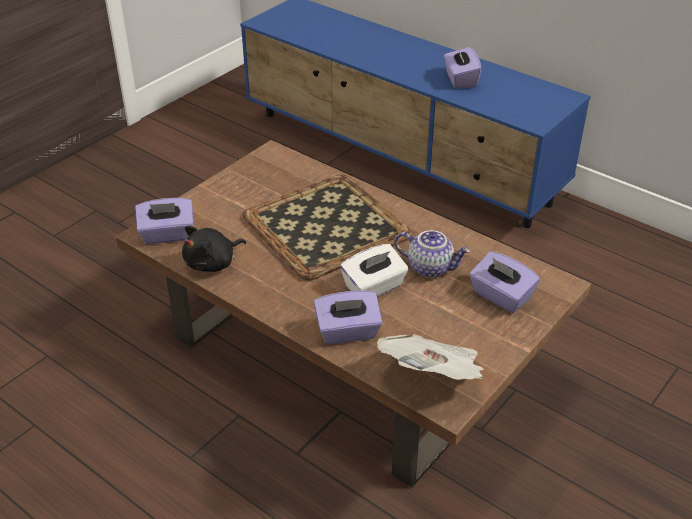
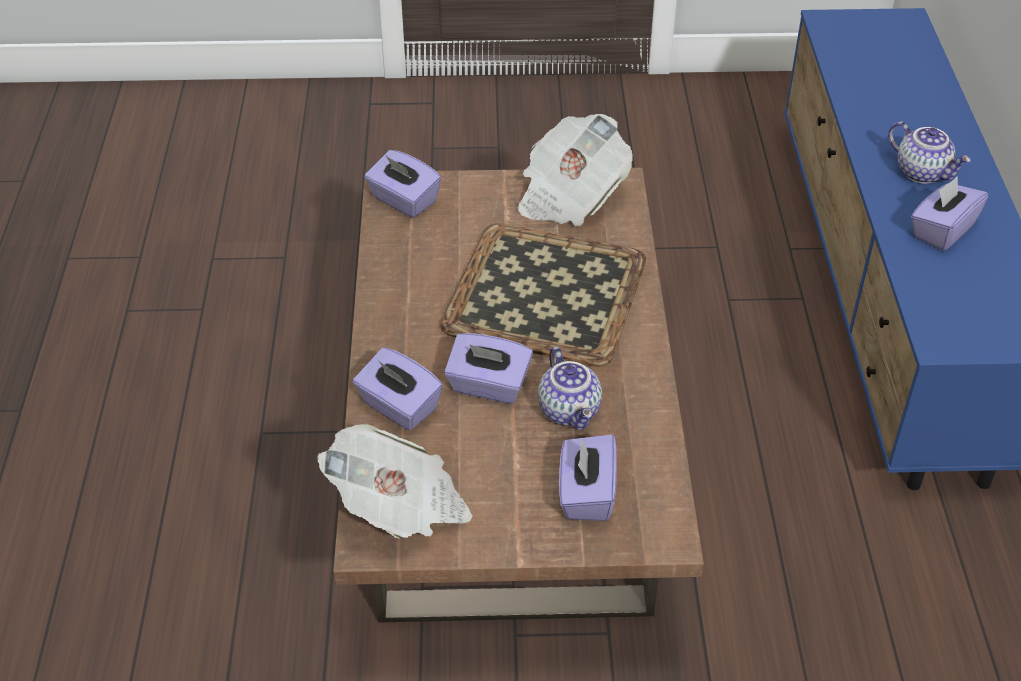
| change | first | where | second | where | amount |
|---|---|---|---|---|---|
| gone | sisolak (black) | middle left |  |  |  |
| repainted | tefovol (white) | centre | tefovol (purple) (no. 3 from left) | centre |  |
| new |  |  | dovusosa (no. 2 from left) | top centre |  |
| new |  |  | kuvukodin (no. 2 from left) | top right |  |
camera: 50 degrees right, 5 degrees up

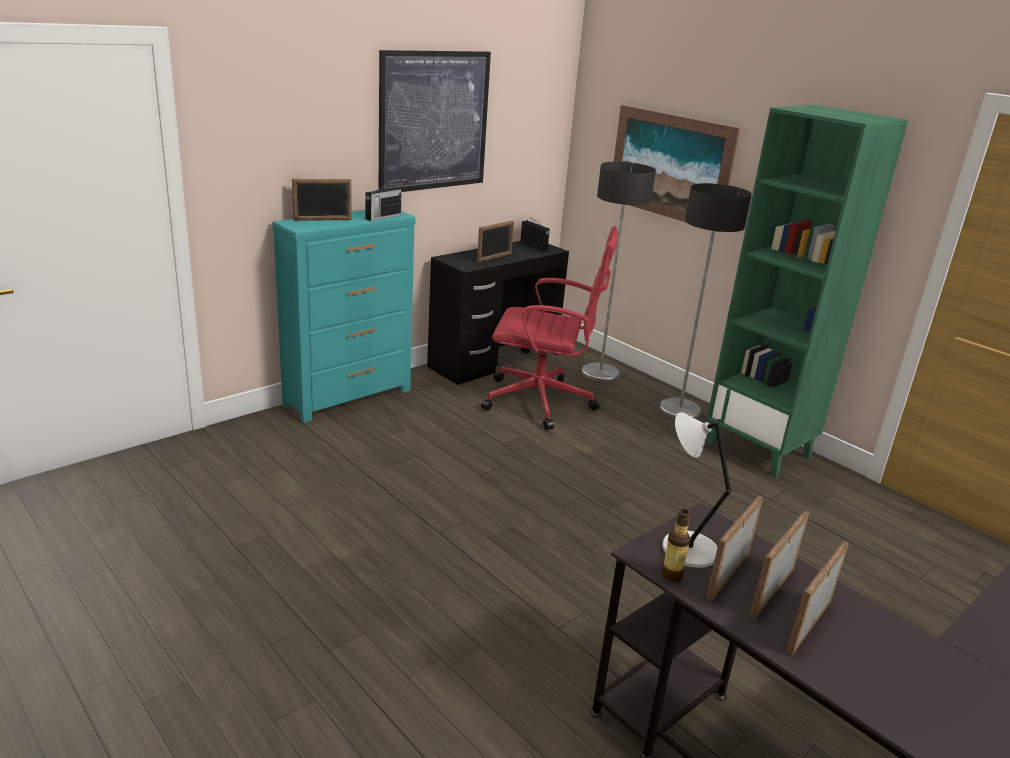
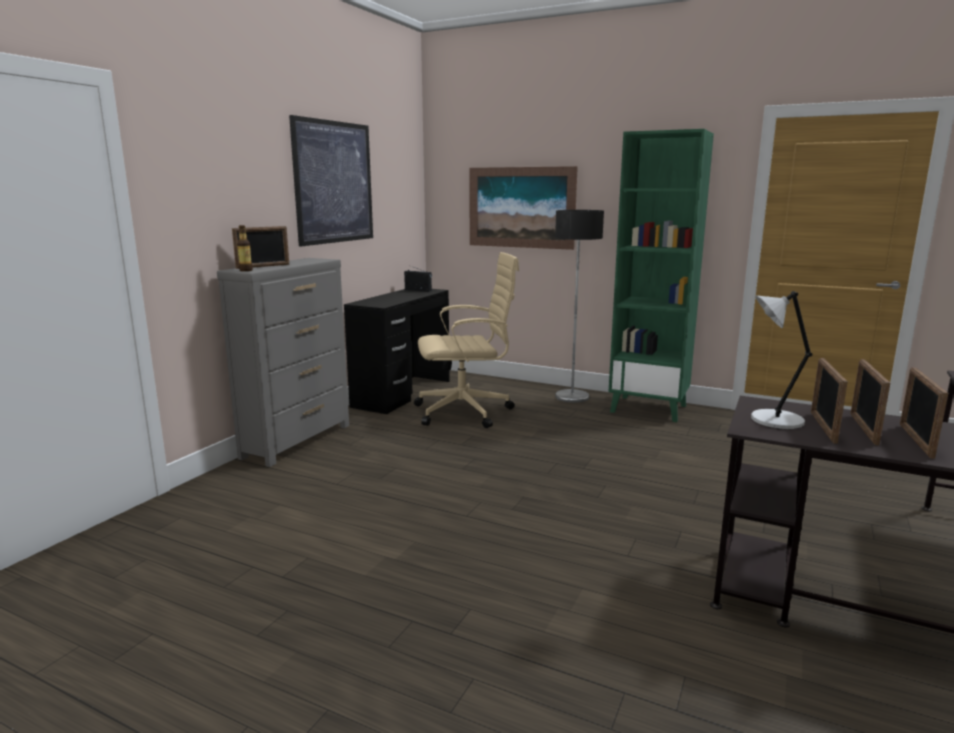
| change | first | where | second | where | amount |
|---|---|---|---|---|---|
| repainted | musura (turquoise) | centre | musura (grey) | middle left |  |
| gone | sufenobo (no. 1 from left) | top centre |  |  |  |
| gone | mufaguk (no. 2 from left) | top centre |  |  |  |
| repainted | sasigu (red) | centre | sasigu (beige) | centre |  |
| gone | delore (no. 1 from left) | centre |  |  |  |
| shifted | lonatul | bottom right |  | middle left |  |
camera: 20 degrees left, 10 degrees down

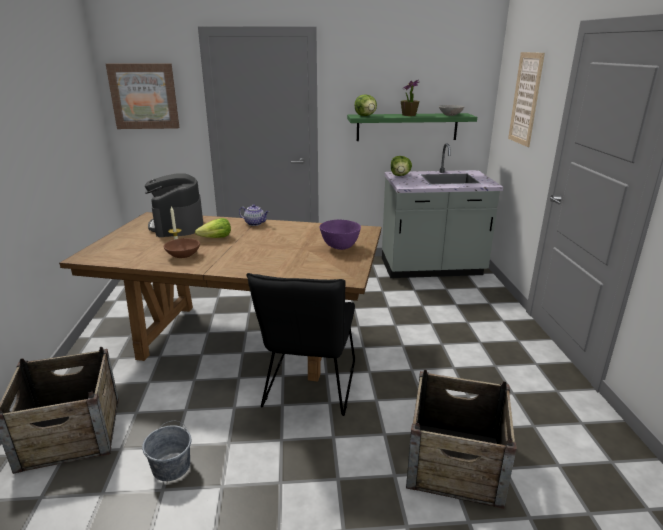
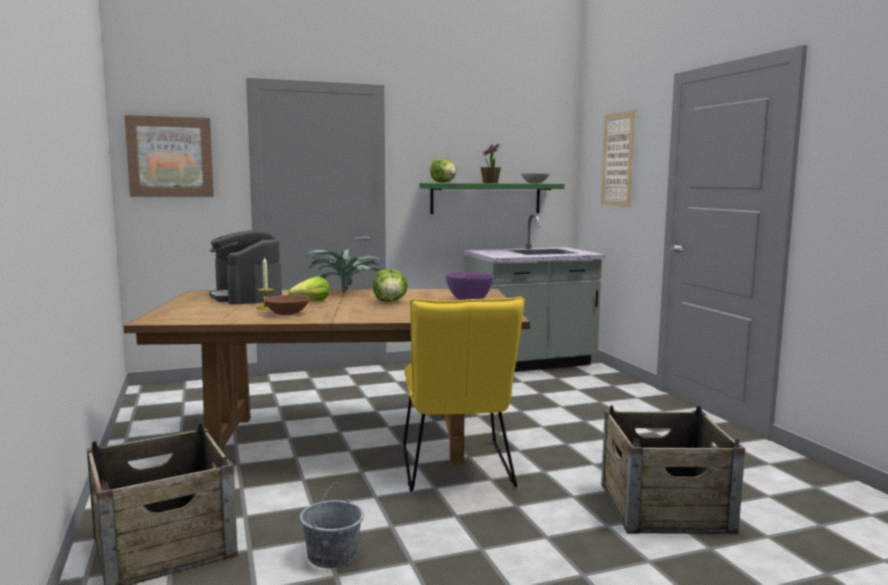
| change | first | where | second | where | amount |
|---|---|---|---|---|---|
| swapped | kuvukodin | centre | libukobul (no. 1 from left) | centre |  |
| repainted | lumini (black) | centre | lumini (yellow) | bottom centre |  |
| shifted | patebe (no. 3 from left in the first image) | top centre | patebe (no. 2 from left) | centre |  |
camera: 15 degrees left, 15 degrees down

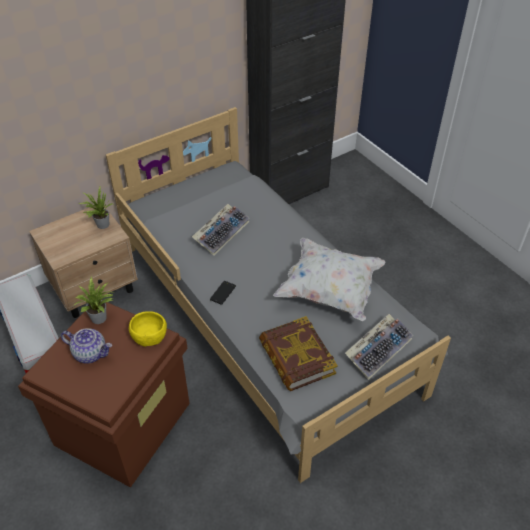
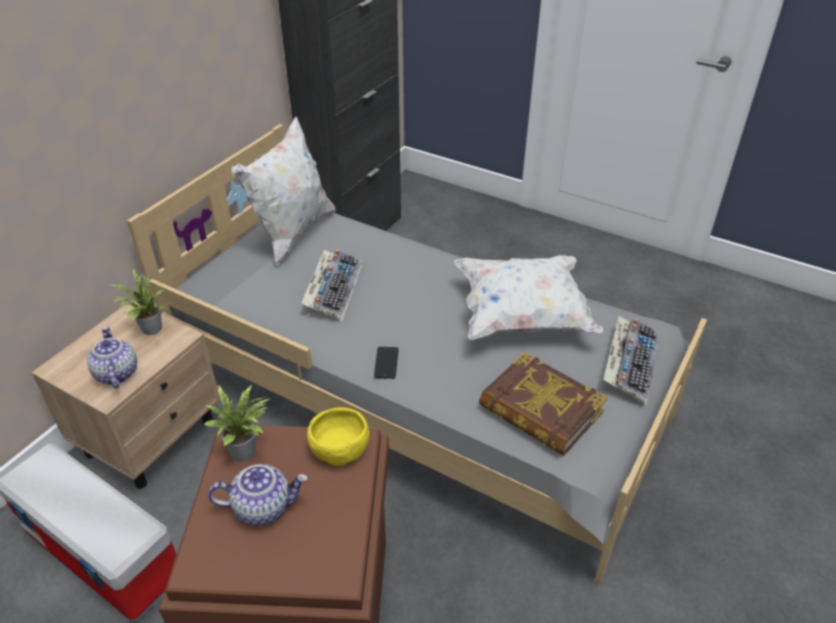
| change | first | where | second | where | amount |
|---|---|---|---|---|---|
| new |  |  | kuvukodin (no. 1 from left) | middle left |  |
| new |  |  | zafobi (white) (no. 1 from left) | top centre |  |
camera: 25 degrees left, 5 degrees down

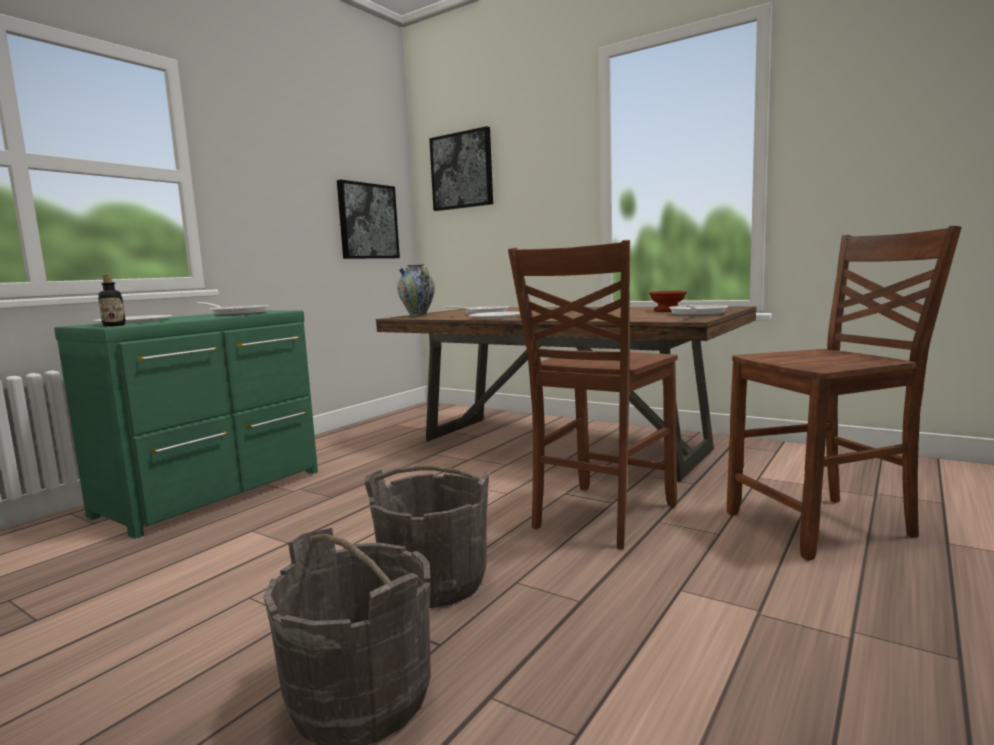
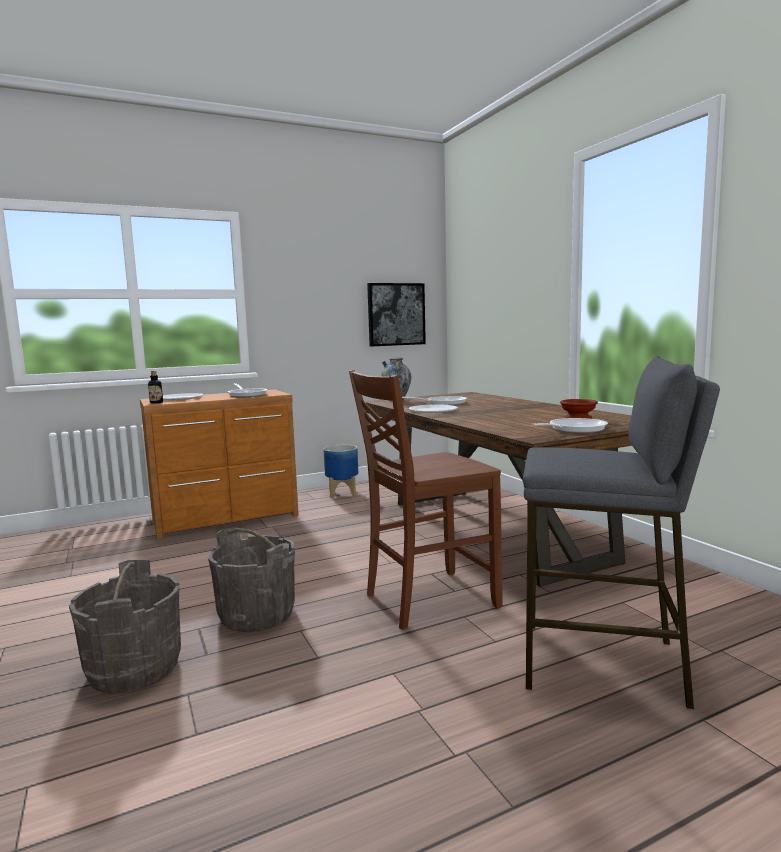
| change | first | where | second | where | amount |
|---|---|---|---|---|---|
| repainted | musura (green) | middle left | musura (brown) | middle left |  |
| gone | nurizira (no. 2 from left) | top centre |  |  |  |
| swapped | lumini (brown) (no. 2 from left) | middle right | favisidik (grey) | middle right |  |
| new |  |  | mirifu | centre |  |
camera: 30 degrees right, 0 degrees up

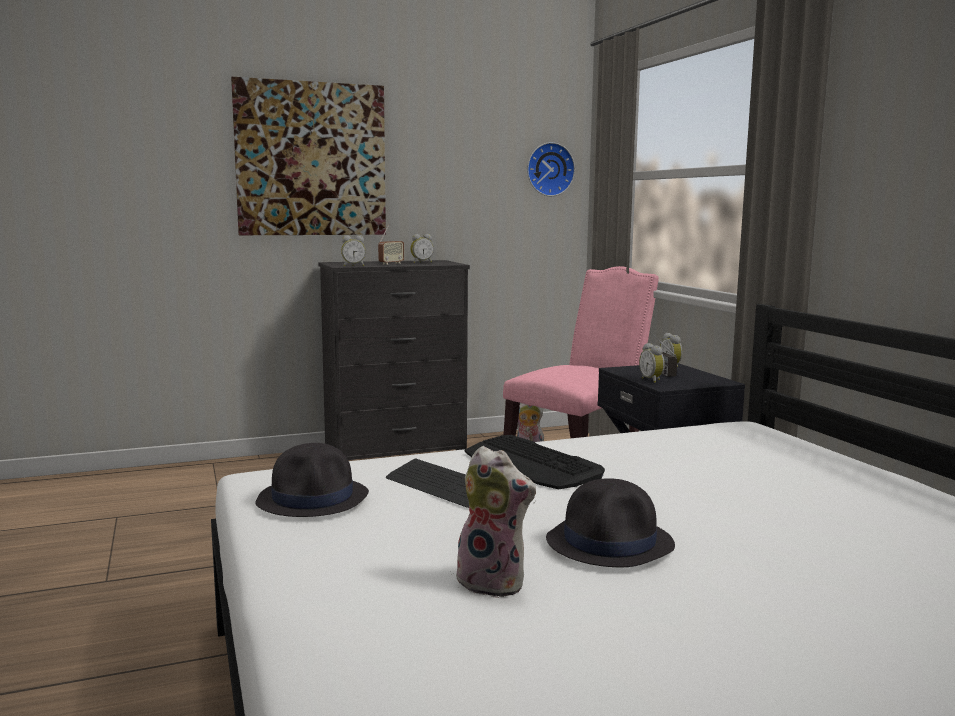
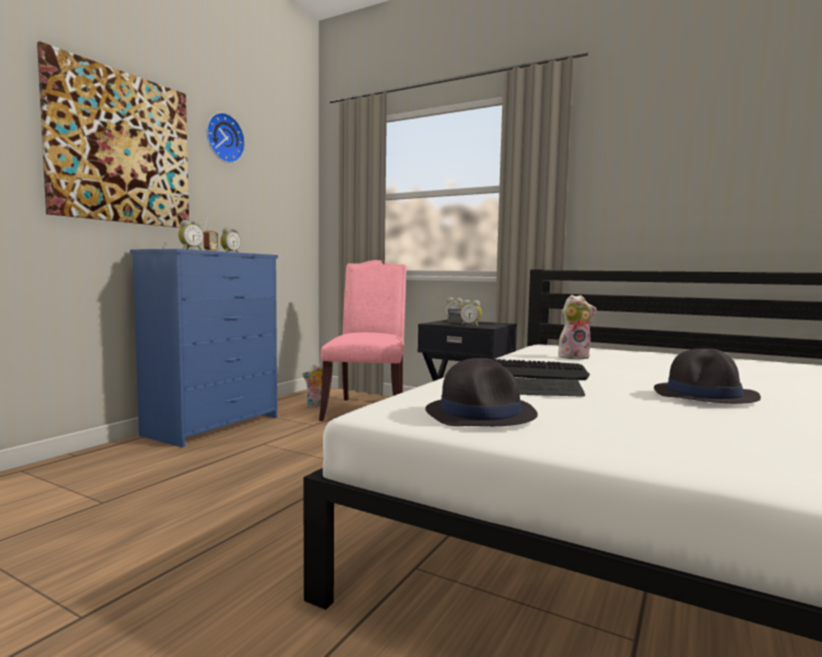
| change | first | where | second | where | amount |
|---|---|---|---|---|---|
| repainted | musura (black) | centre | musura (blue) | middle left |  |
| shifted | sisolak (no. 1 from left in the first image) | bottom centre | sisolak (no. 2 from left) | middle right |  |
| shifted | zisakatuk | top centre |  | top left |  |
camera: 40 degrees left, 5 degrees down

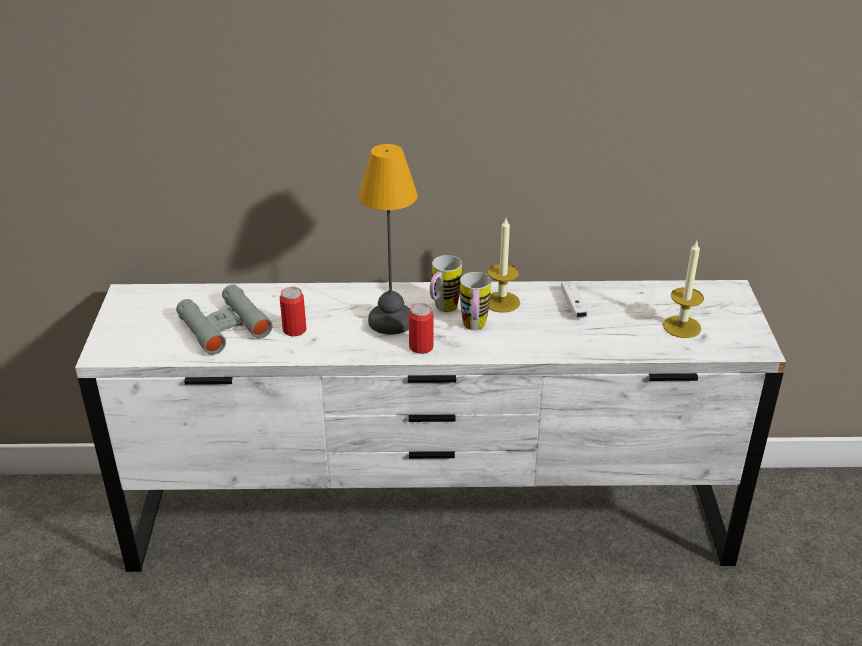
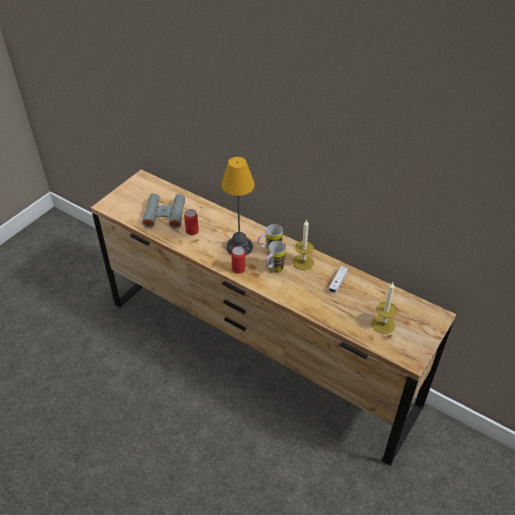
| change | first | where | second | where | amount |
|---|---|---|---|---|---|
| repainted | musura (white) | centre | musura (brown) | centre |  |
camera: 35 degrees right, 10 degrees up

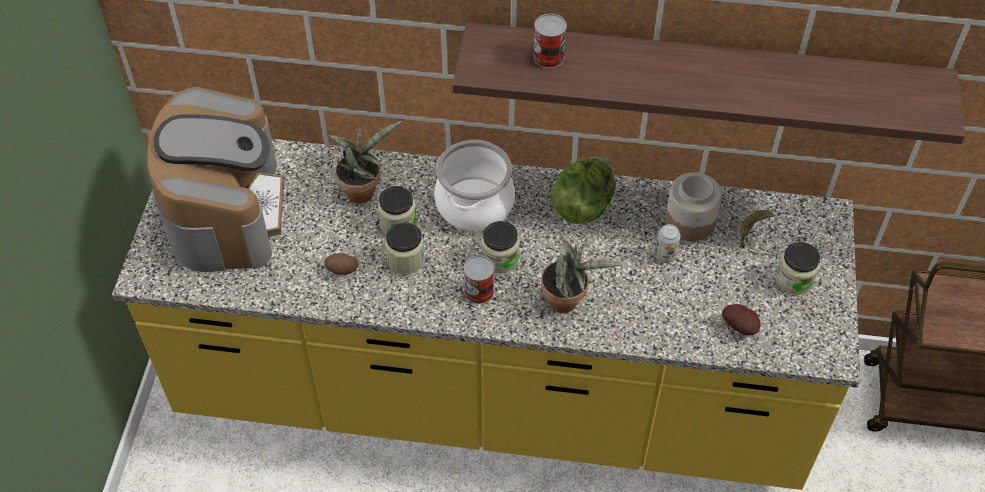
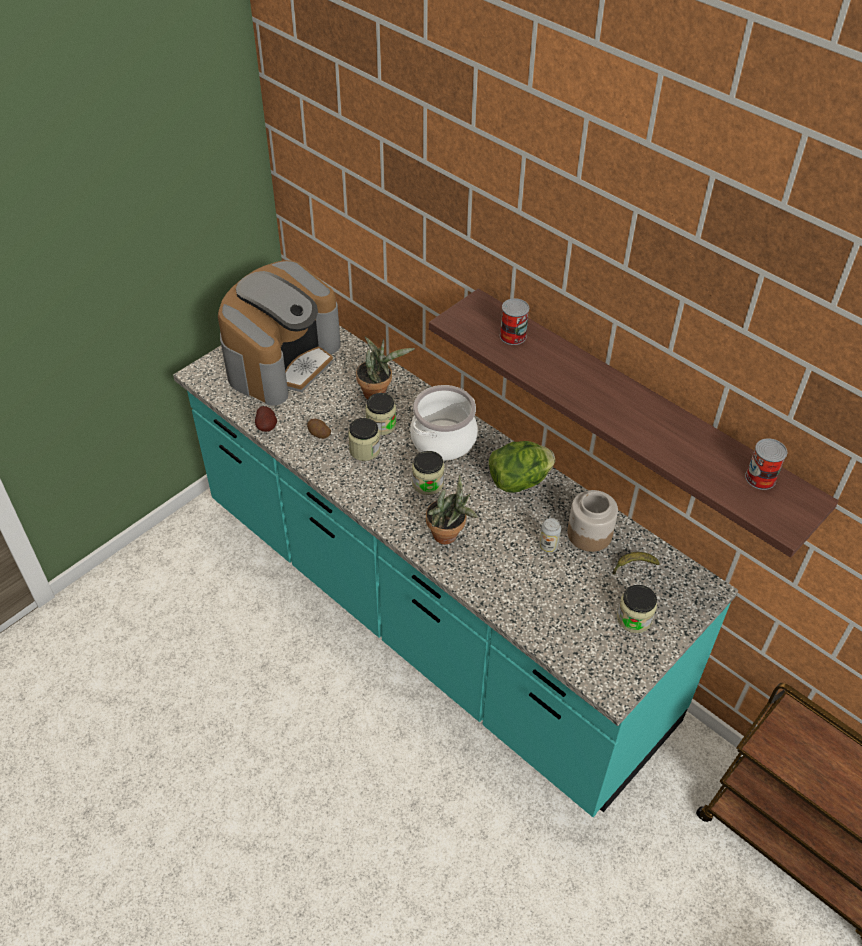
| change | first | where | second | where | amount |
|---|---|---|---|---|---|
| repainted | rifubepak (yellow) | centre | rifubepak (turquoise) | centre |  |
| shifted | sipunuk (no. 1 from left in the first image) | centre | sipunuk (no. 3 from left) | middle right |  |
| shifted | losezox (no. 2 from left in the first image) | middle right | losezox (no. 1 from left) | middle left |  |
camera: 35 degrees right, 5 degrees down

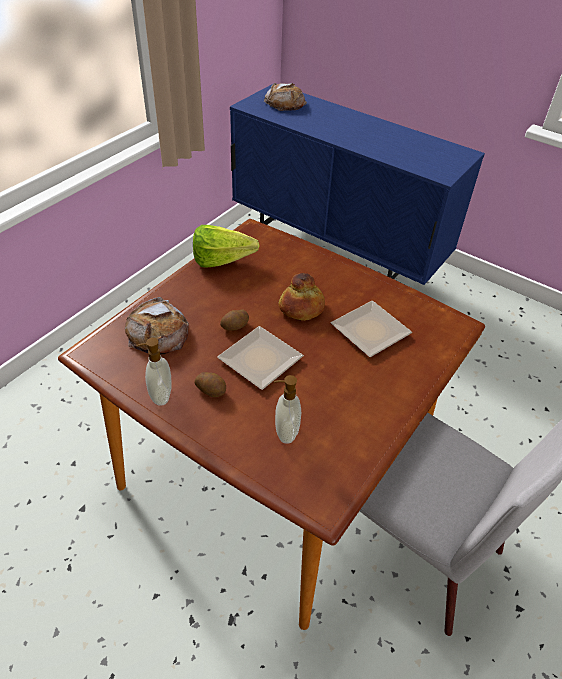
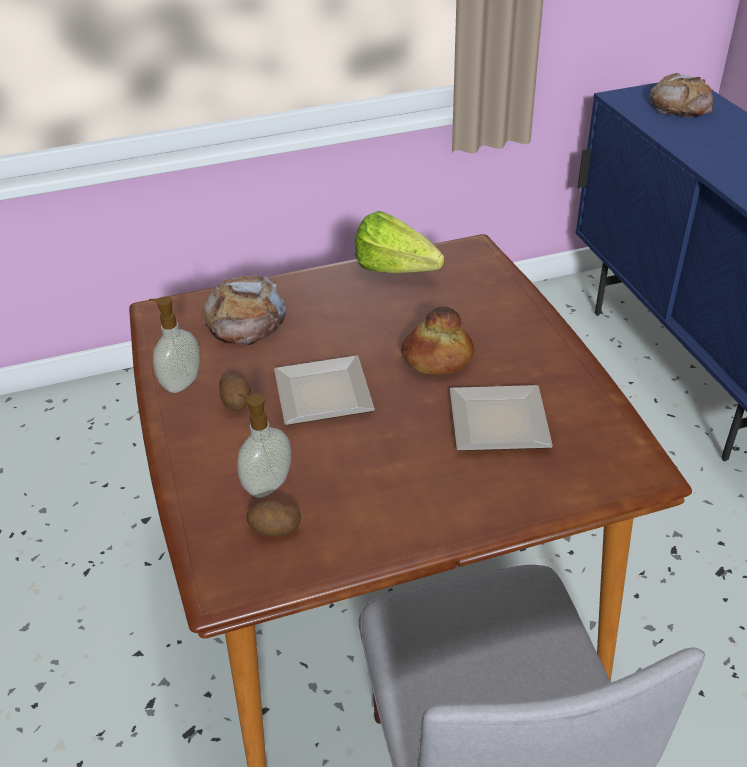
| change | first | where | second | where | amount |
|---|---|---|---|---|---|
| shifted | losezox (no. 2 from left) | centre |  | bottom centre |  |
camera: 40 degrees right, 5 degrees down

